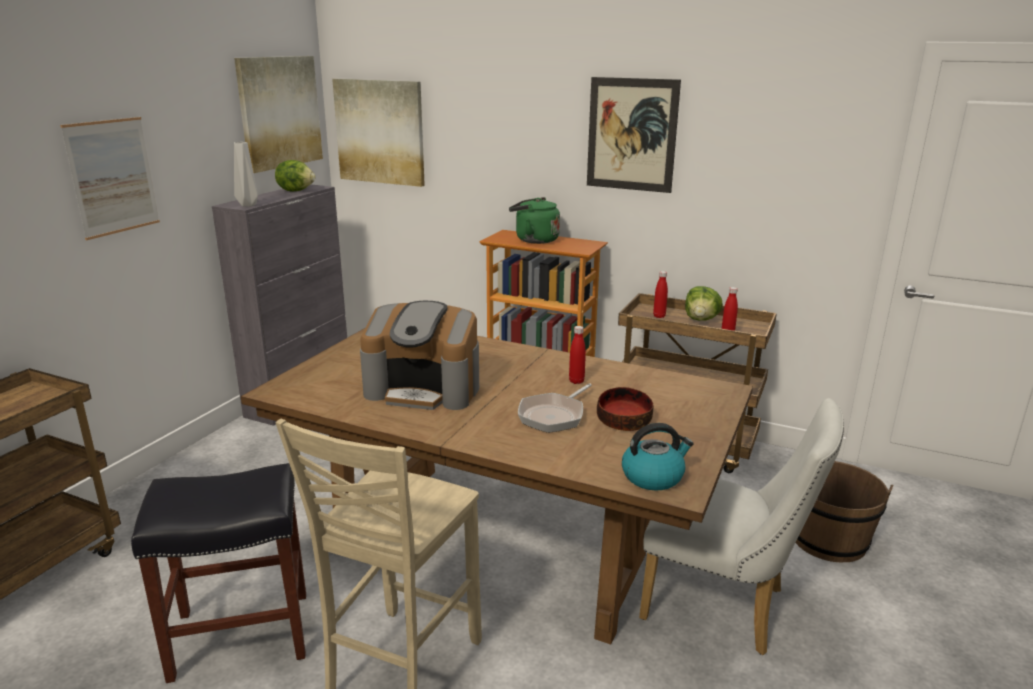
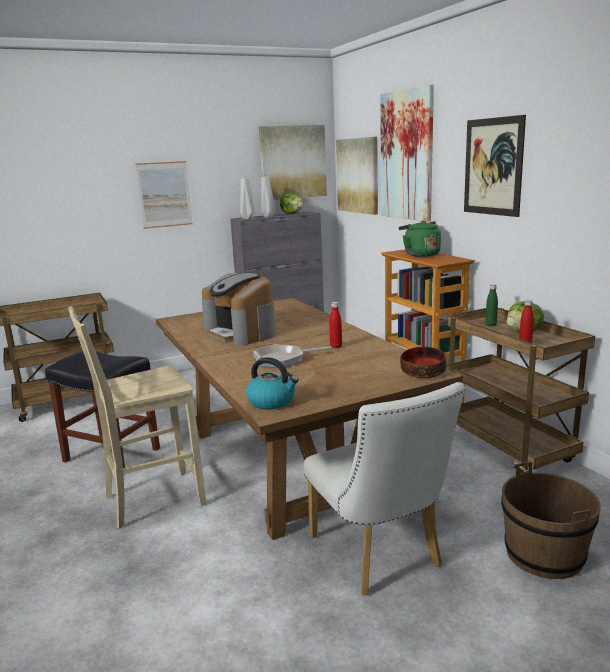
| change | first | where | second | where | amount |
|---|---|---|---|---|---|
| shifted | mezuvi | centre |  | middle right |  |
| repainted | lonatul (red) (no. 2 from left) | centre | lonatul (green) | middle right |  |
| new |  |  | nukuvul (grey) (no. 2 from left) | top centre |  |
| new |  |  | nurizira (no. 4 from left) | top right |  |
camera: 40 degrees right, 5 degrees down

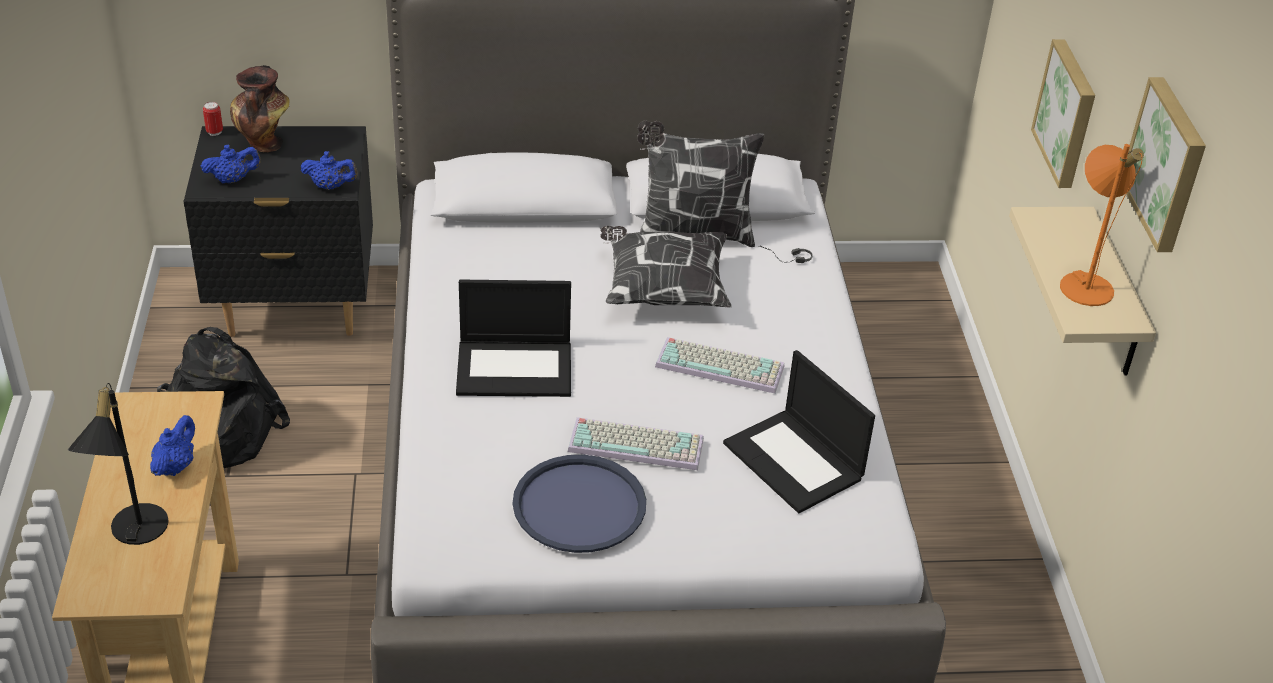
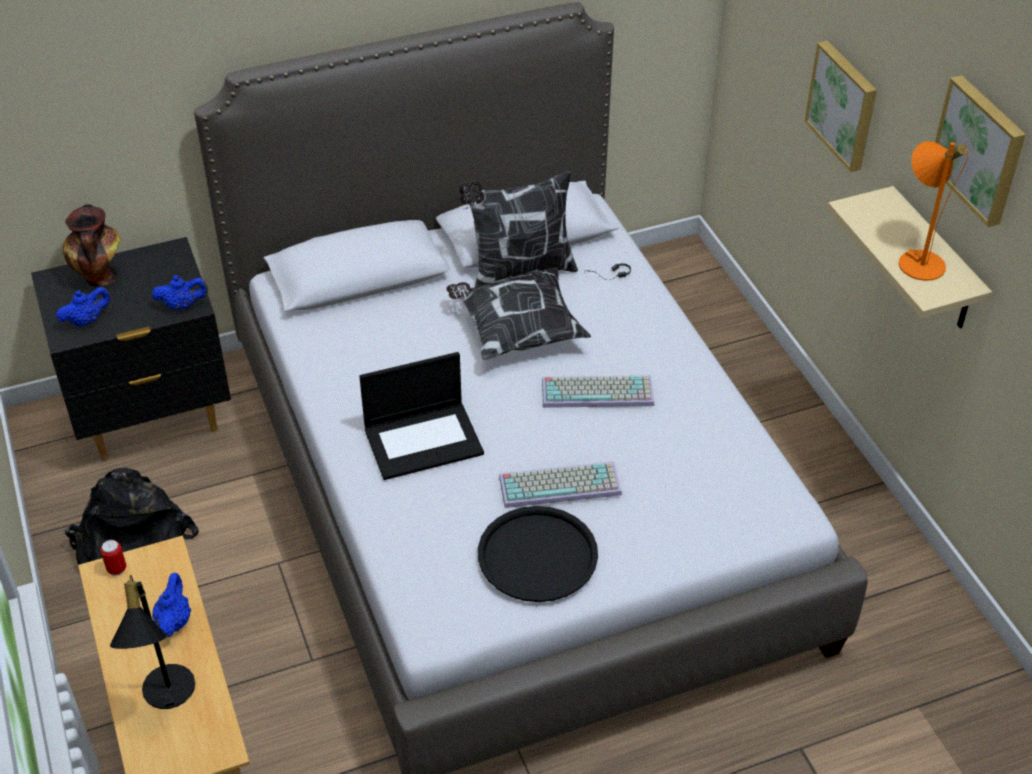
| change | first | where | second | where | amount |
|---|---|---|---|---|---|
| shifted | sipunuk | top left |  | bottom left |  |
| repainted | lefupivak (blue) | bottom centre | lefupivak (black) | bottom centre |  |
| gone | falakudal (no. 2 from left) | centre |  |  |  |
camera: 15 degrees left, 5 degrees up

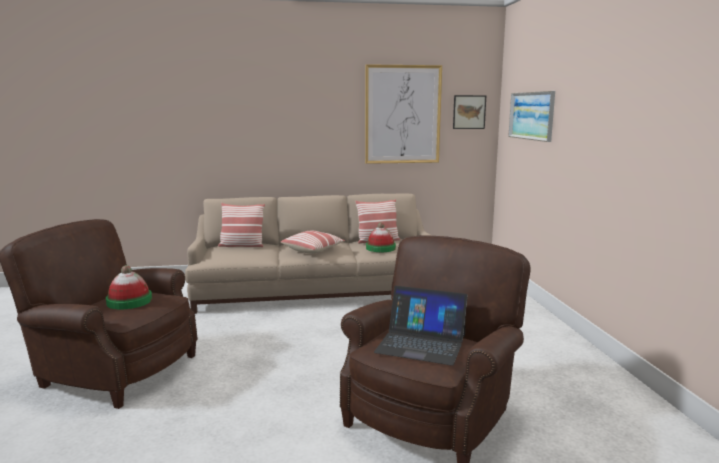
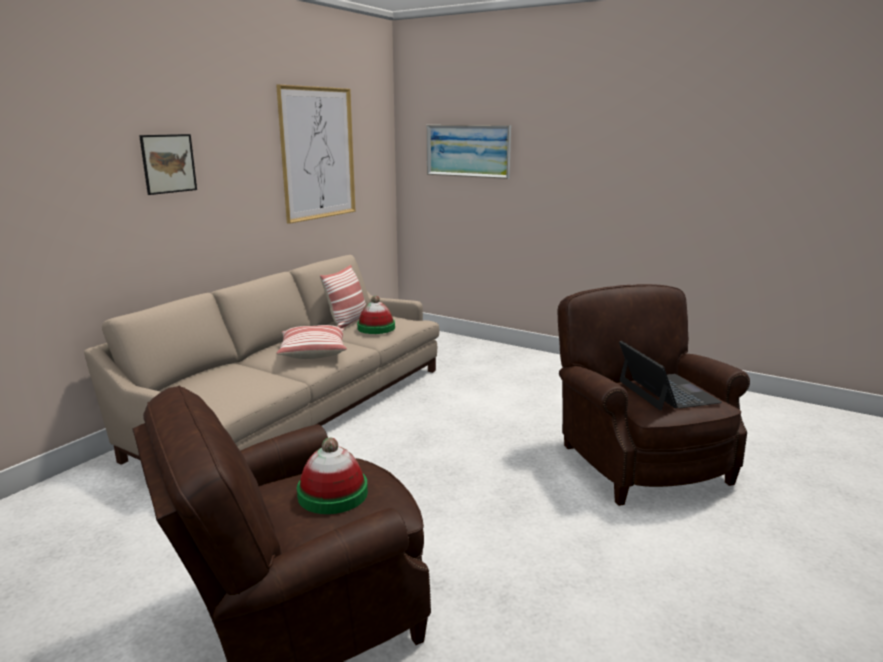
| change | first | where | second | where | amount |
|---|---|---|---|---|---|
| gone | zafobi (no. 1 from left) | centre |  |  |  |
| rotated | falakudal | bottom centre |  | middle right | 75 degrees counterclockwise |
| shifted | nurizira (no. 2 from left in the first image) | top centre | nurizira (no. 1 from left) | top left |  |
camera: 50 degrees left, 5 degrees up

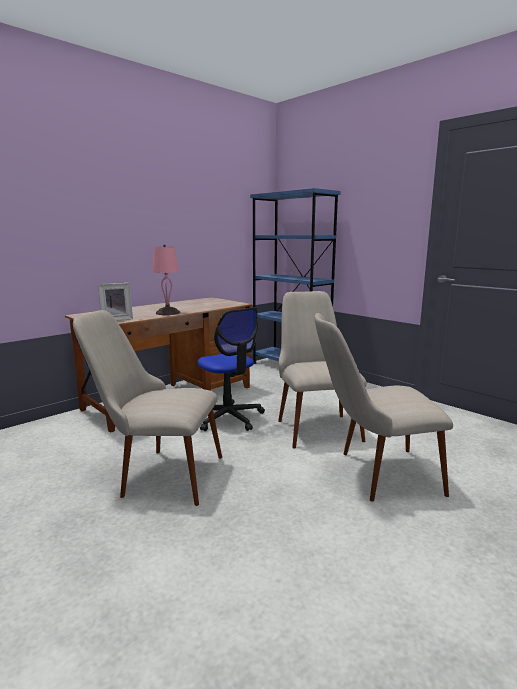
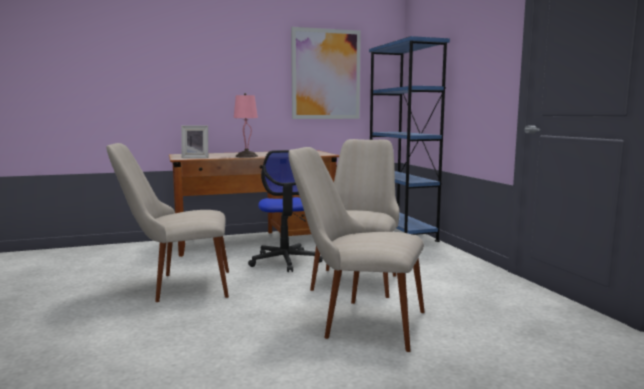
| change | first | where | second | where | amount |
|---|---|---|---|---|---|
| rotated | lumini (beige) (no. 1 from left) | middle left |  | middle left | 45 degrees counterclockwise |
| new |  |  | nurizira | top centre |  |
camera: 25 degrees right, 5 degrees down

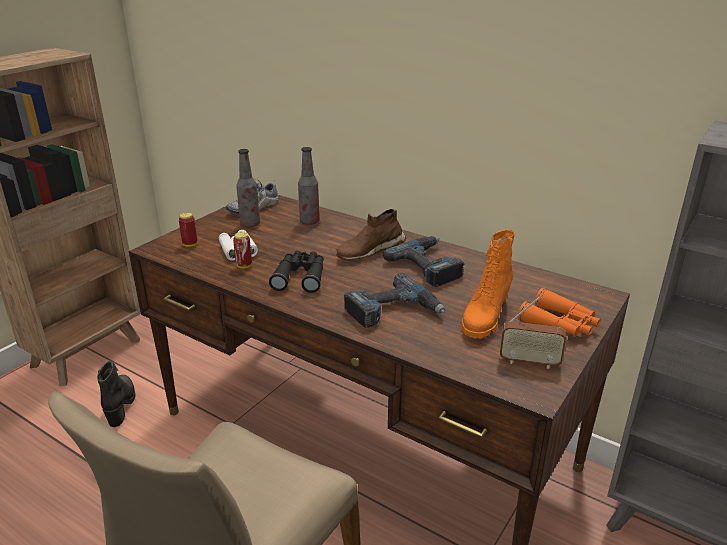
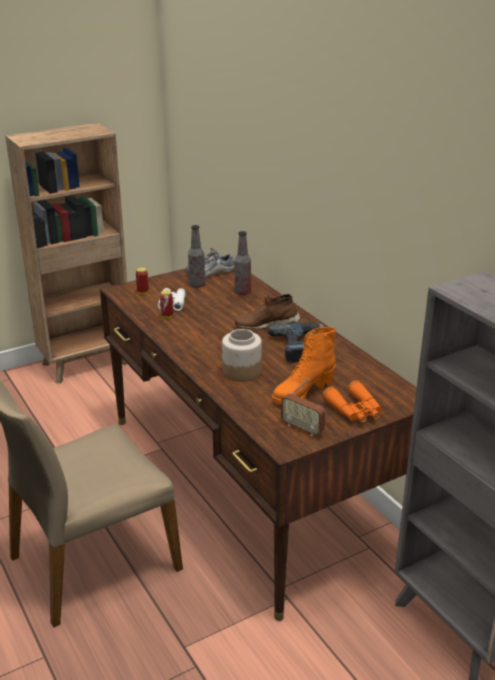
| change | first | where | second | where | amount |
|---|---|---|---|---|---|
| gone | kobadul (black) | bottom left |  |  |  |
| gone | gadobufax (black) | centre |  |  |  |
| swapped | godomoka (no. 1 from left) | centre | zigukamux | centre |  |
camera: 25 degrees right, 0 degrees up

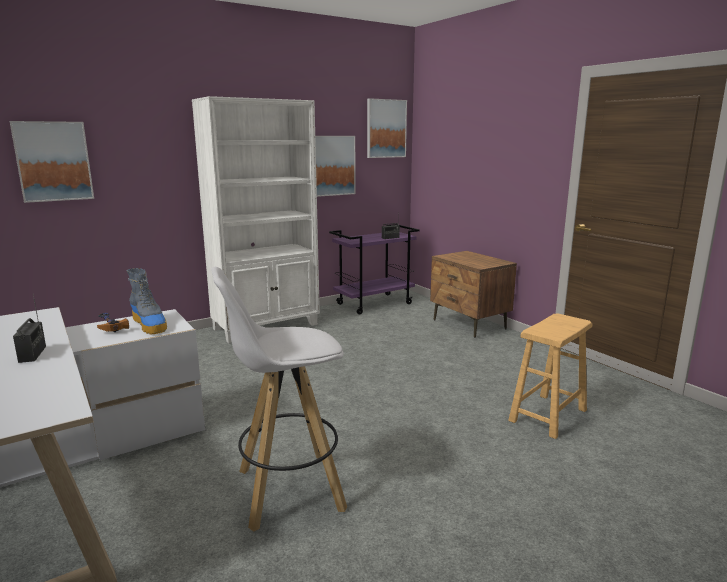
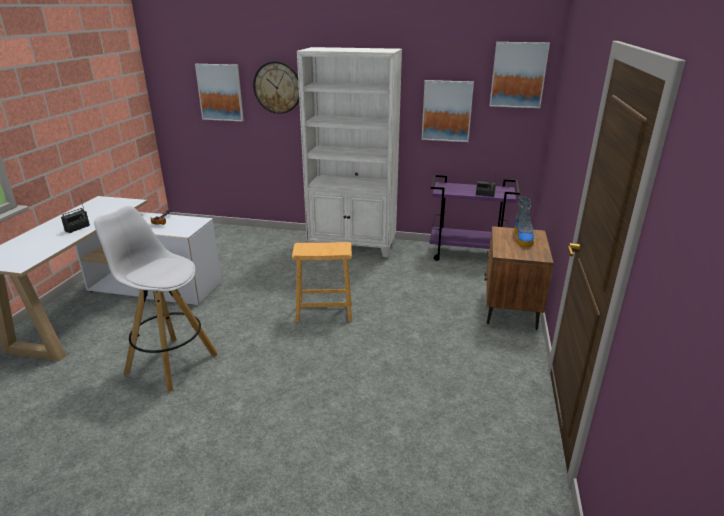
| change | first | where | second | where | amount |
|---|---|---|---|---|---|
| shifted | kobadul | middle left |  | middle right |  |
| shifted | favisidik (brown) | middle right |  | centre |  |
| new |  |  | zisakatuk | top centre |  |
camera: 45 degrees right, 10 degrees up

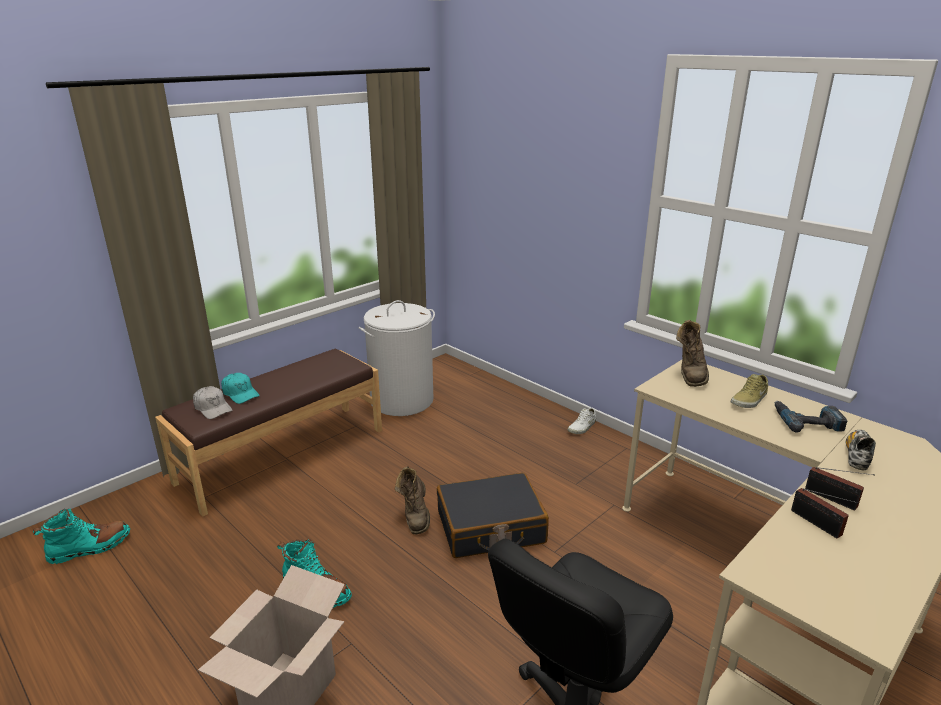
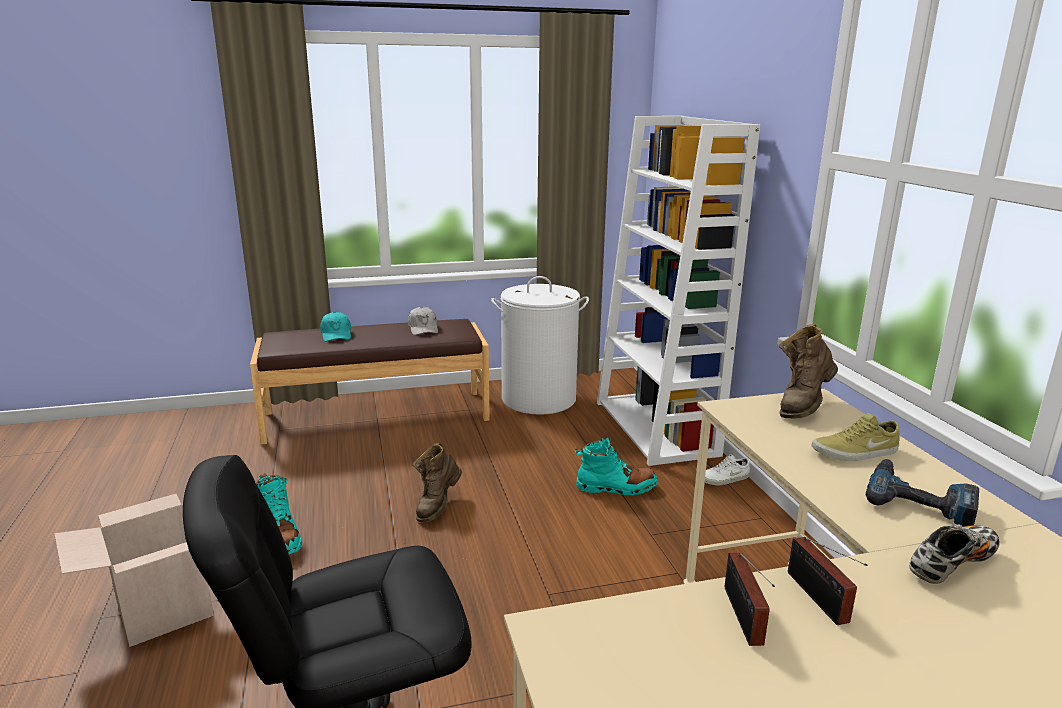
| change | first | where | second | where | amount |
|---|---|---|---|---|---|
| shifted | kobadul (turquoise) (no. 1 from left in the first image) | bottom left | kobadul (turquoise) (no. 2 from left) | centre |  |
| shifted | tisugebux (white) | middle left |  | centre |  |
| gone | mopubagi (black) | bottom centre |  |  |  |
| new |  |  | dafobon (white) | centre |  |
camera: 30 degrees right, 5 degrees down

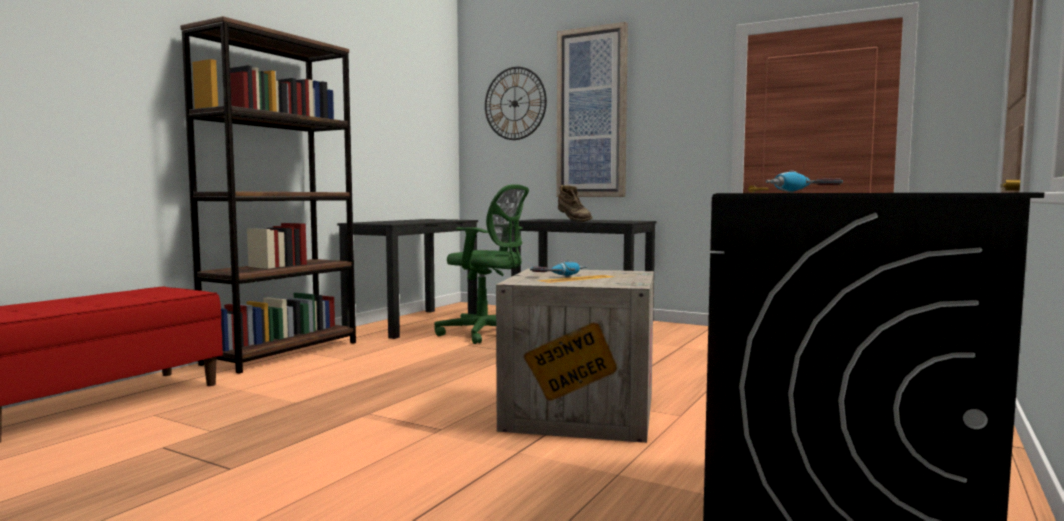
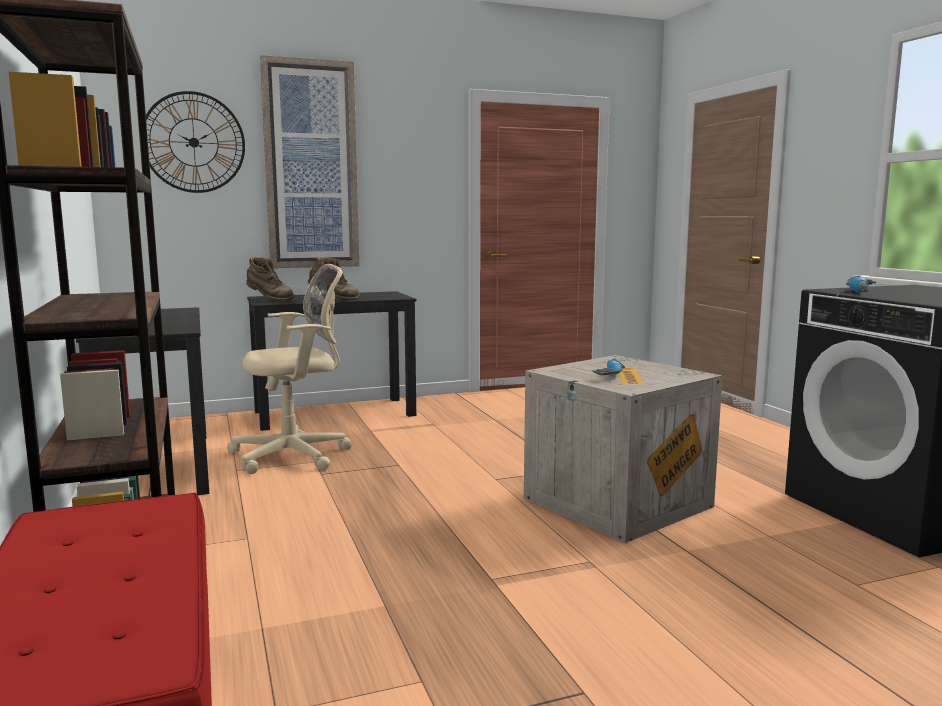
| change | first | where | second | where | amount |
|---|---|---|---|---|---|
| repainted | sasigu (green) | centre | sasigu (beige) | middle left |  |
| new |  |  | kobadul (brown) (no. 1 from left) | middle left |  |
camera: 50 degrees left, 5 degrees up

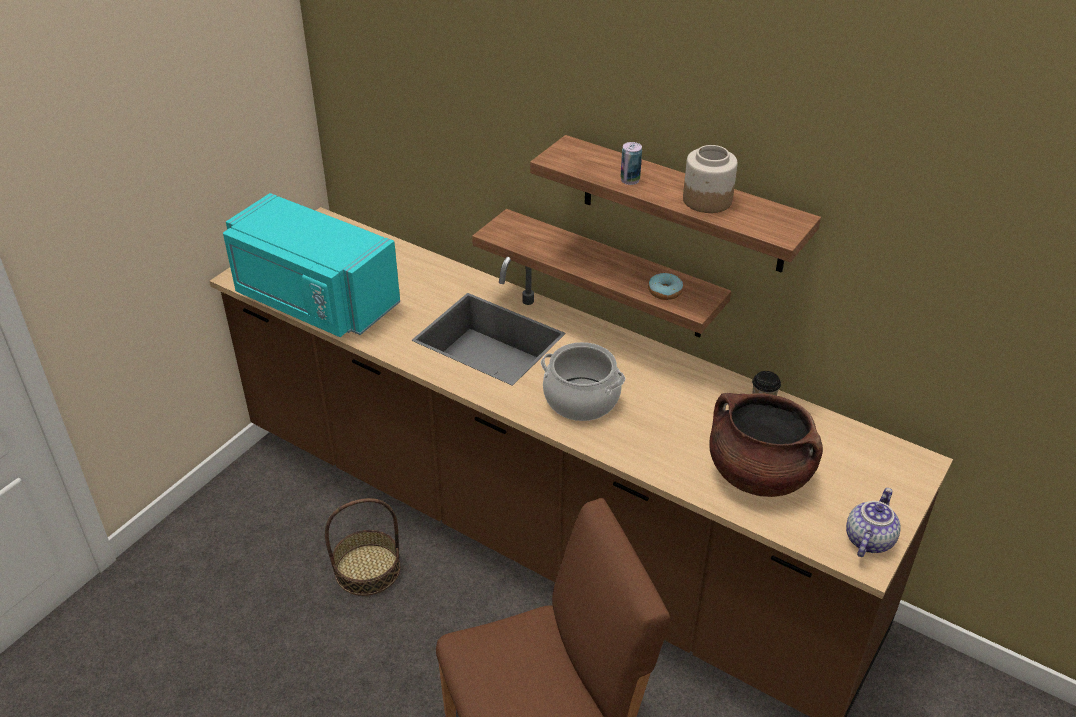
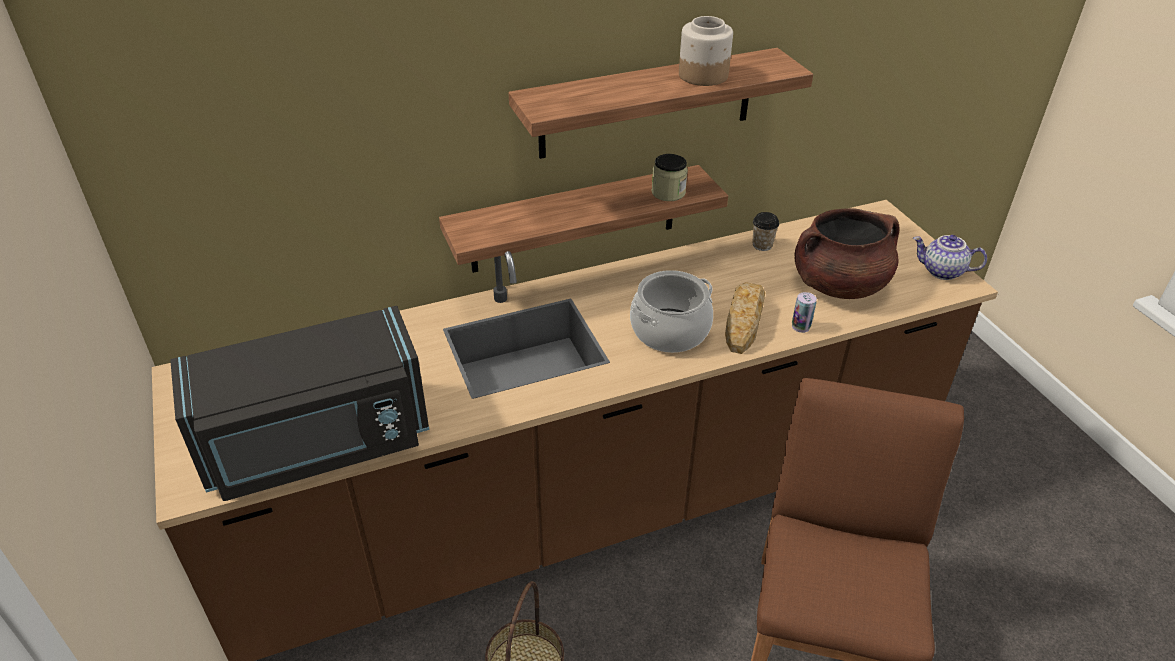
| change | first | where | second | where | amount |
|---|---|---|---|---|---|
| repainted | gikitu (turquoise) | middle left | gikitu (black) | middle left |  |
| shifted | sipunuk | top centre |  | middle right |  |
| swapped | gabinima | centre | zigukamux (no. 1 from left) | top centre |  |
| rotated | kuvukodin | bottom right |  | middle right | 45 degrees counterclockwise |
| new |  |  | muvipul | centre |  |
camera: 55 degrees left, 0 degrees up

